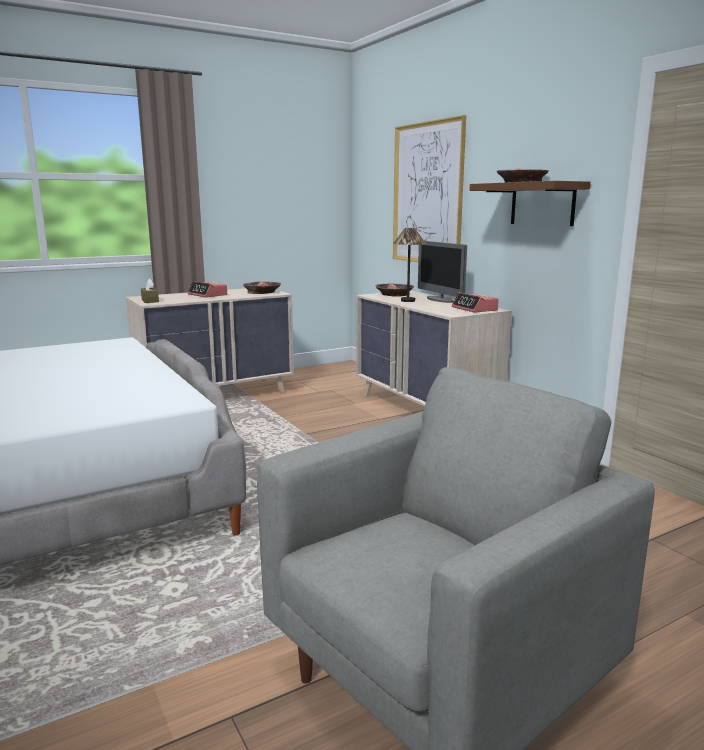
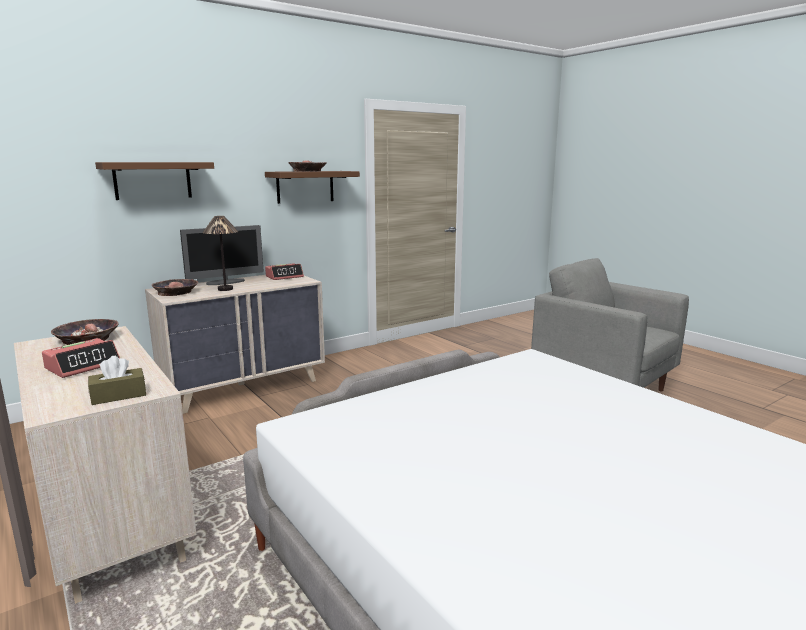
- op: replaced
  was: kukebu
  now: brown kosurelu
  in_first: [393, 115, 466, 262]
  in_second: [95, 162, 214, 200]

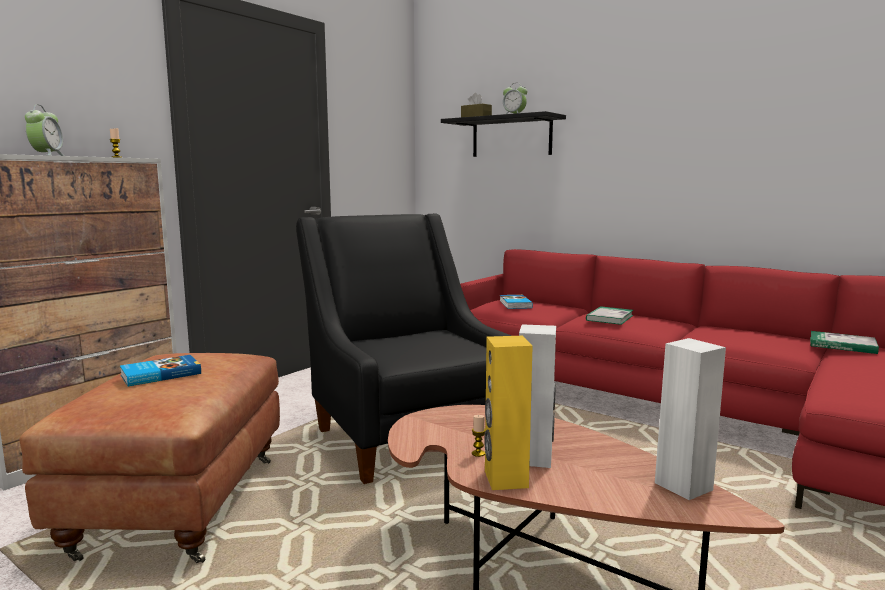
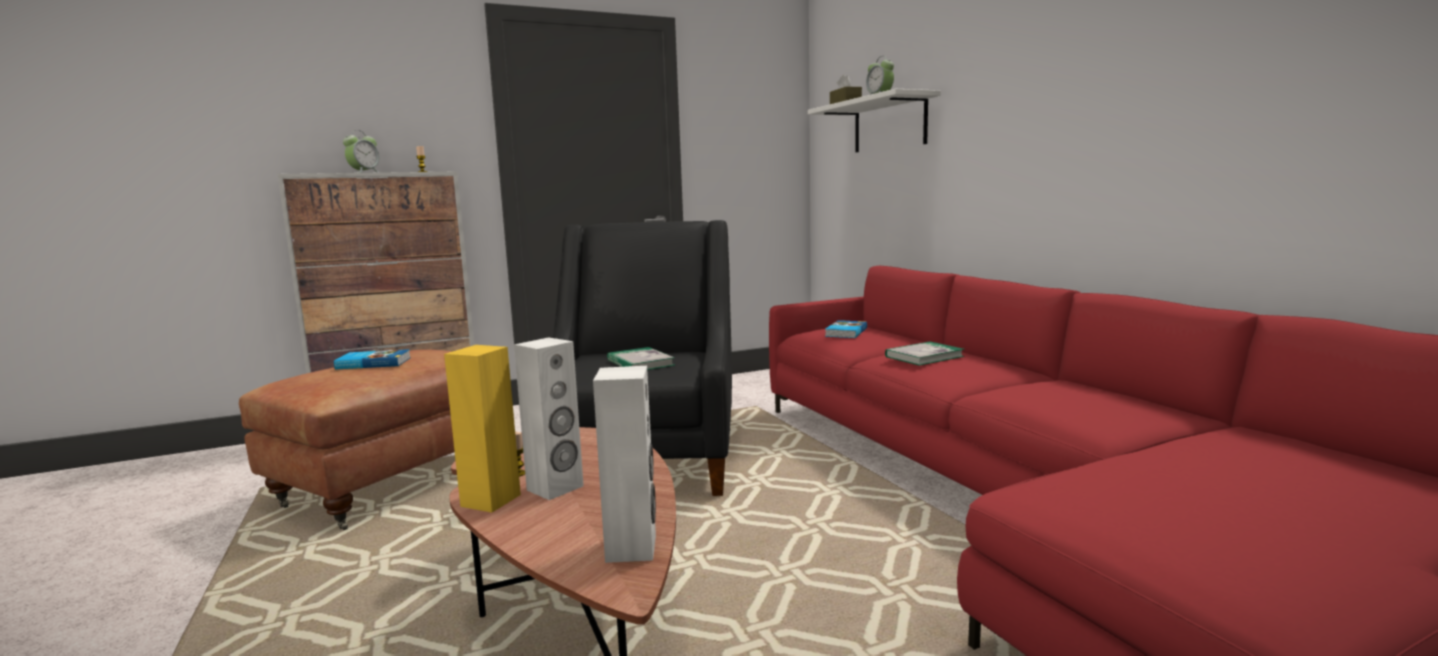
- op: moved
  was: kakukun
  in_first: [810, 331, 879, 354]
  in_second: [607, 347, 675, 370]
- op: recoloured
  was: black kosurelu
  now: white kosurelu
  in_first: [441, 111, 566, 157]
  in_second: [808, 89, 941, 152]

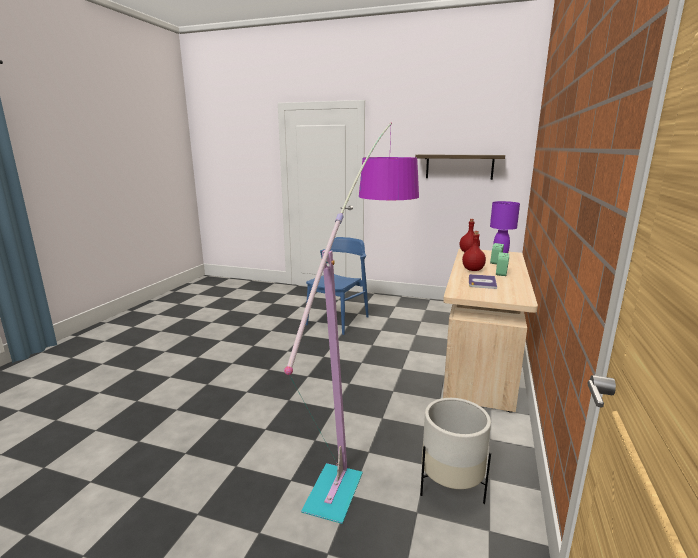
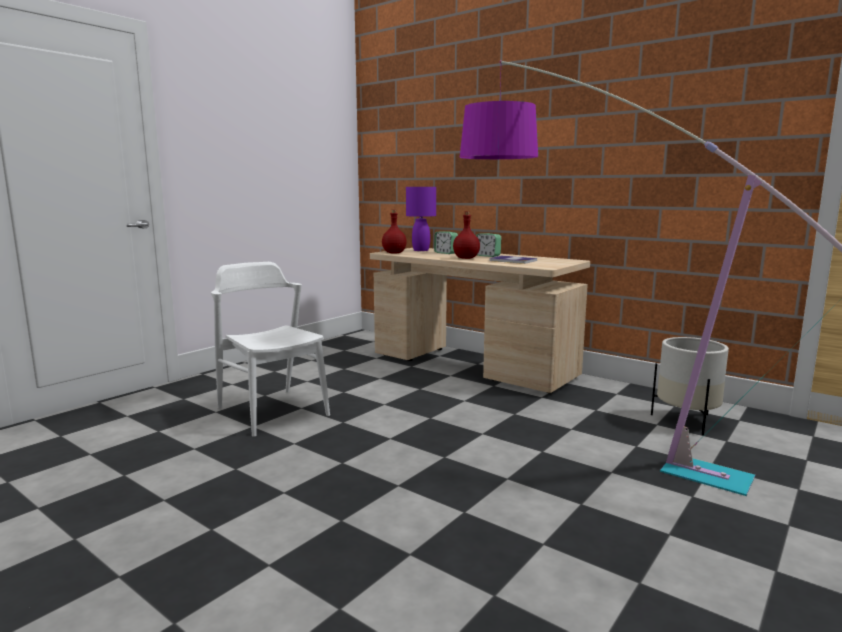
- op: removed
  was: kosurelu
  in_first: [415, 154, 505, 180]
- op: recoloured
  was: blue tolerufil
  now: white tolerufil
  in_first: [306, 237, 369, 335]
  in_second: [211, 262, 330, 437]

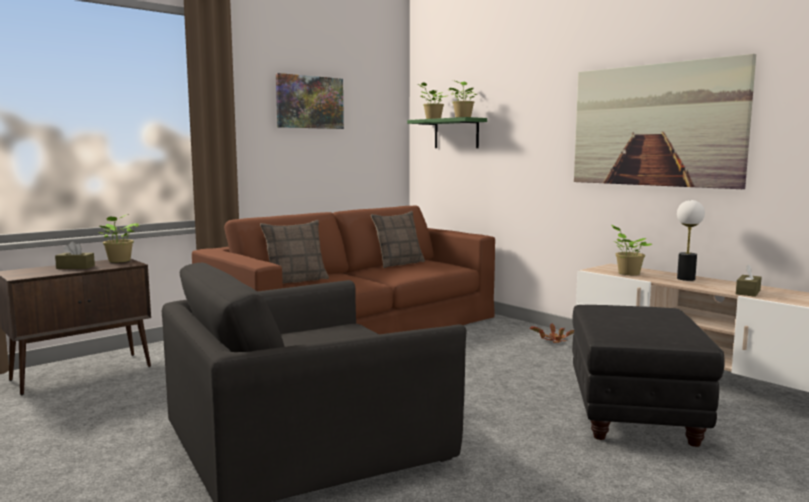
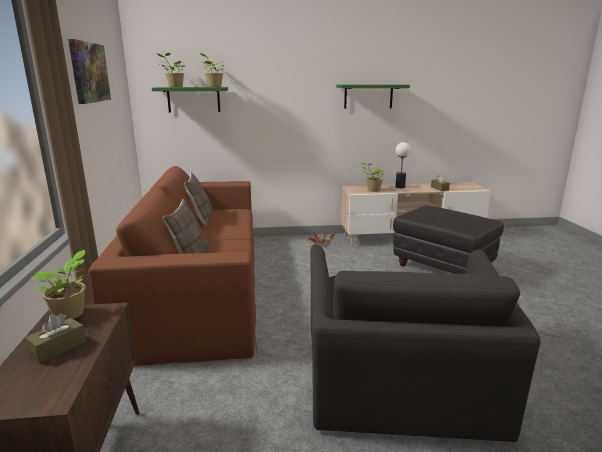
- op: replaced
  was: kukebu
  now: green kosurelu
  in_first: [574, 54, 756, 189]
  in_second: [336, 84, 410, 109]

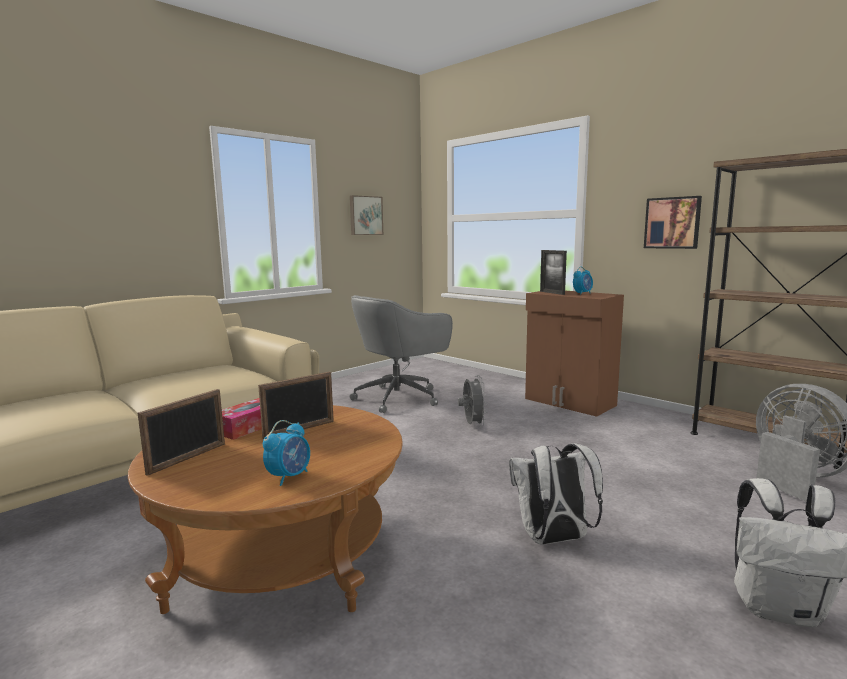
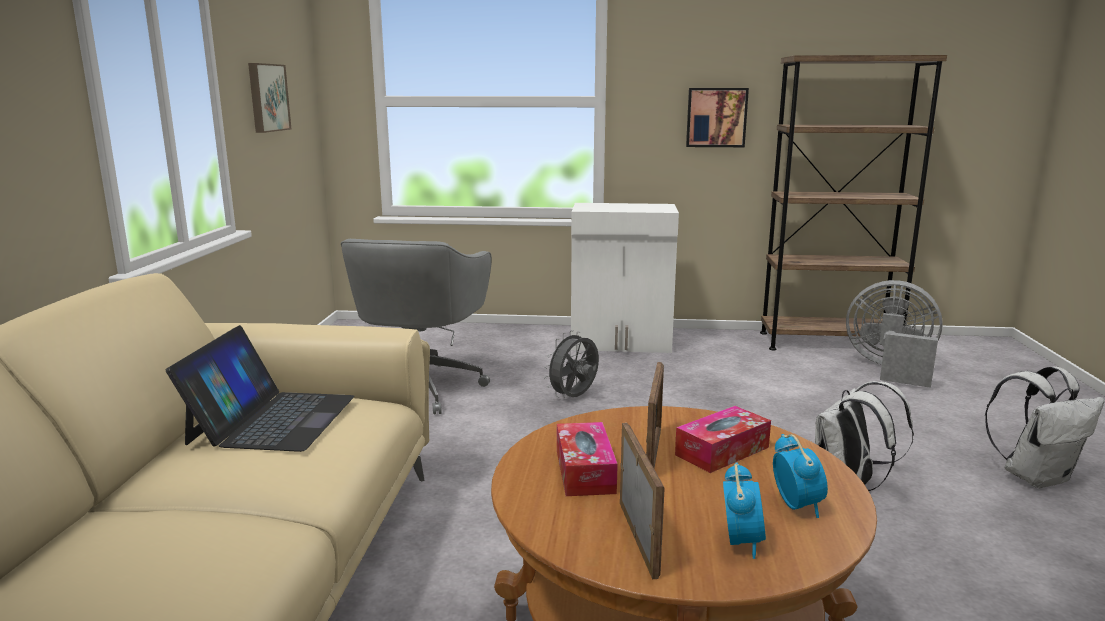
- op: removed
  was: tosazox
  in_first: [540, 250, 567, 295]
- op: added
  now: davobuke
  in_second: [166, 325, 354, 452]
- op: added
  now: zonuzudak
  in_second: [675, 406, 771, 473]
- op: moved
  was: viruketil
  in_first: [573, 267, 593, 295]
  in_second: [723, 462, 766, 559]
- op: recoloured
  was: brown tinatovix
  now: white tinatovix
  in_first: [525, 291, 624, 417]
  in_second: [571, 203, 679, 353]
- op: turned
  was: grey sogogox
  in_first: [458, 375, 487, 427]
  in_second: [544, 330, 599, 398]
  clockwise: -90

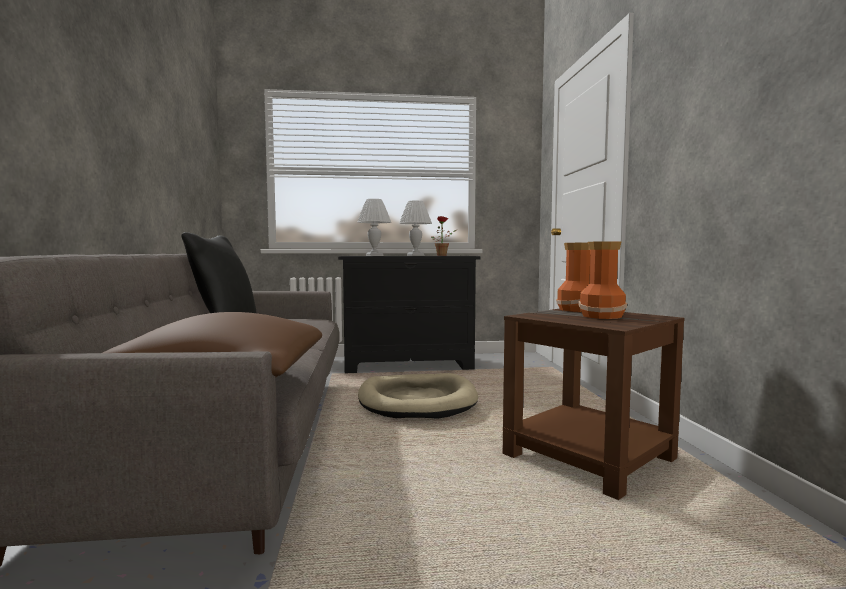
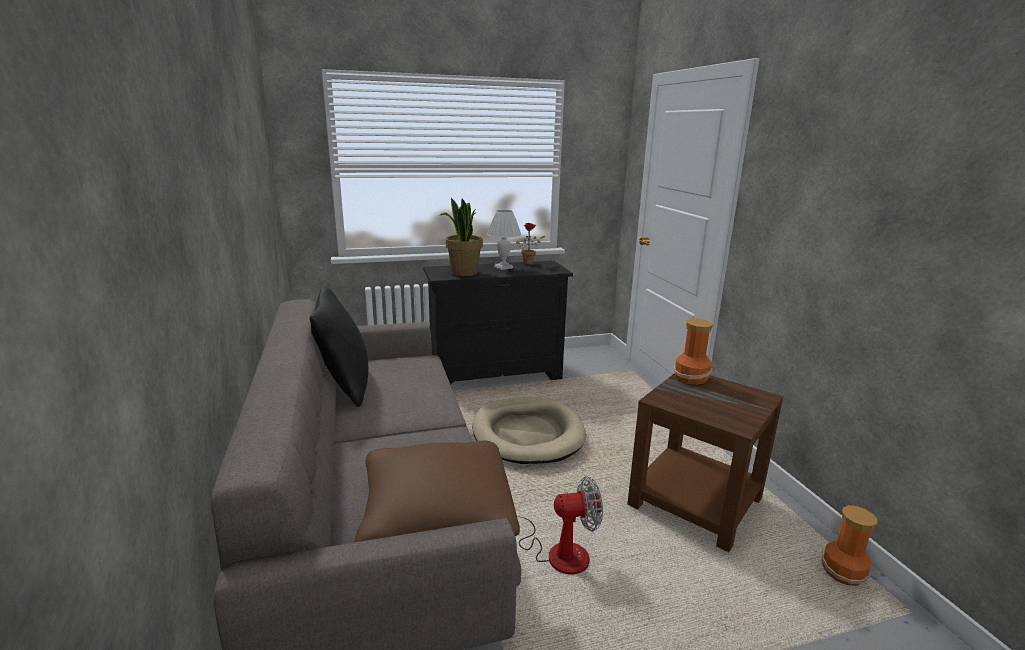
- op: added
  now: sogogox
  in_second: [517, 477, 603, 575]
- op: moved
  was: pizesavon
  in_first: [578, 241, 627, 319]
  in_second: [821, 506, 878, 586]
- op: replaced
  was: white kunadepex
  now: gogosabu
  in_first: [358, 199, 391, 256]
  in_second: [439, 198, 483, 276]

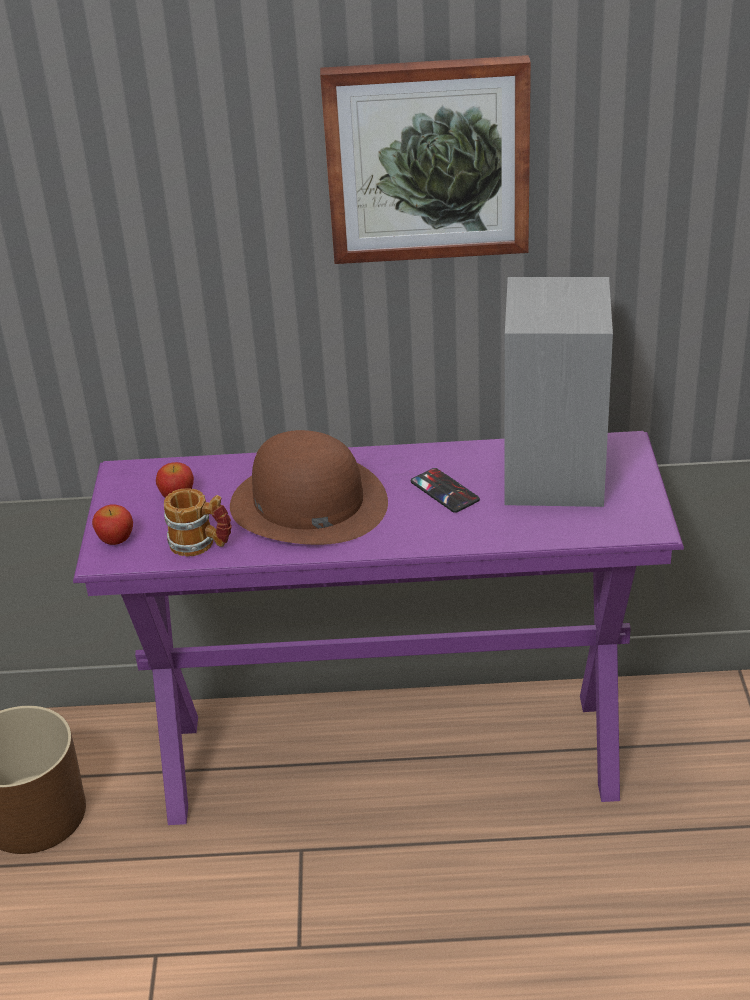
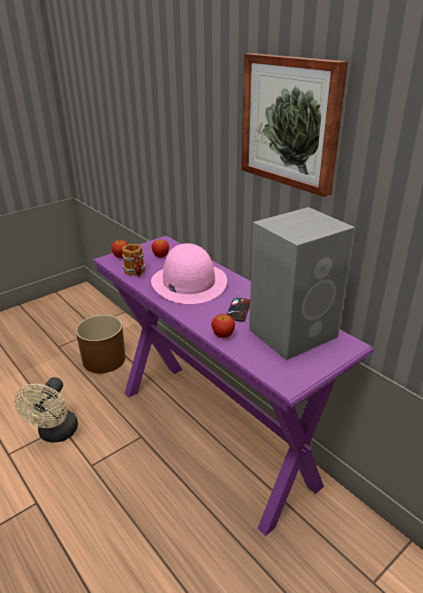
- op: added
  now: beige sogogox
  in_second: [14, 377, 78, 443]
- op: added
  now: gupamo
  in_second: [211, 314, 235, 338]
- op: recoloured
  was: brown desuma
  now: pink desuma
  in_first: [230, 430, 388, 545]
  in_second: [151, 243, 227, 304]

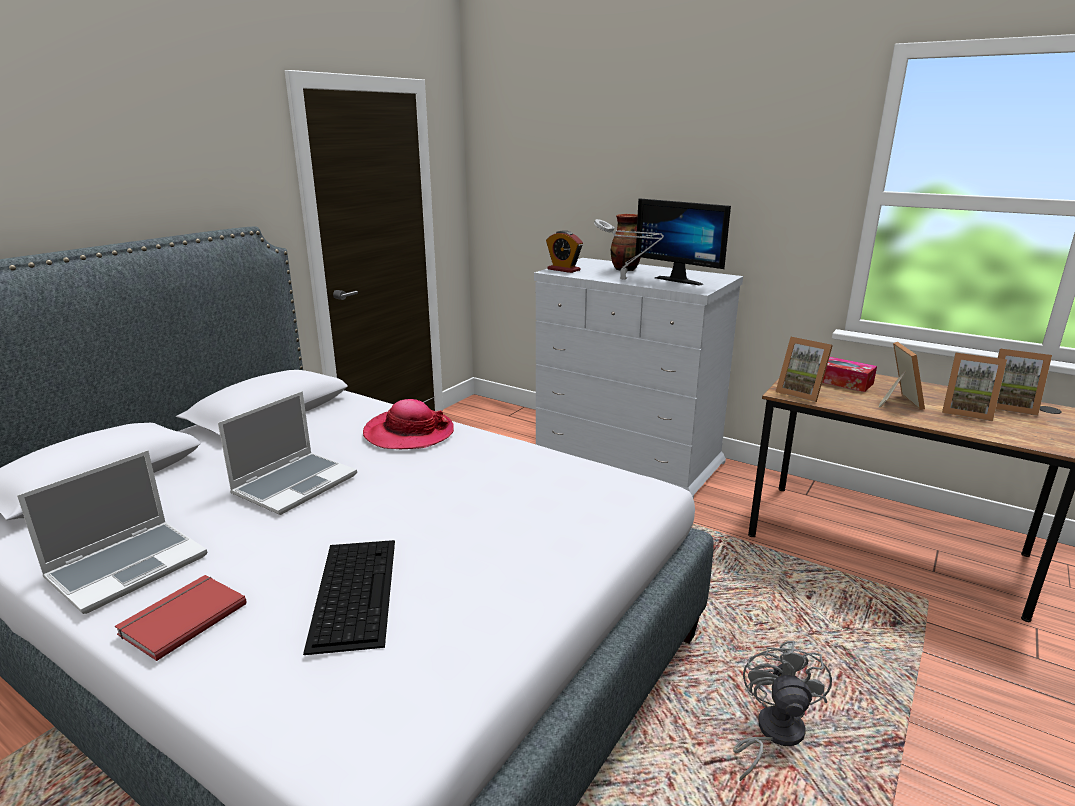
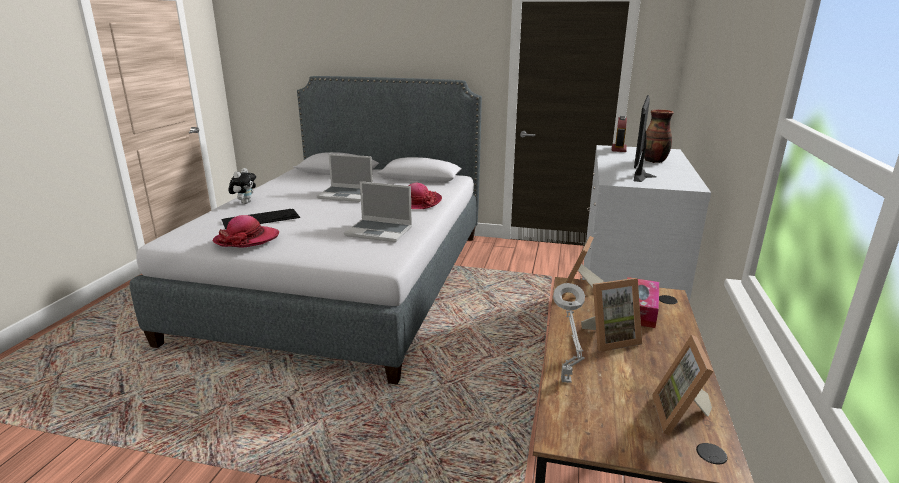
- op: removed
  was: grey sogogox
  in_first: [733, 641, 832, 781]
- op: removed
  was: tosazox
  in_first: [942, 353, 1007, 421]
- op: added
  now: desuma
  in_second: [212, 215, 279, 248]
- op: moved
  was: davobuke
  in_first: [17, 450, 208, 614]
  in_second: [344, 181, 412, 242]
- op: moved
  was: grey kunadepex
  in_first: [594, 219, 664, 280]
  in_second: [553, 283, 585, 383]
- op: replaced
  was: red kakukun
  now: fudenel
  in_first: [115, 575, 247, 661]
  in_second: [228, 168, 256, 204]

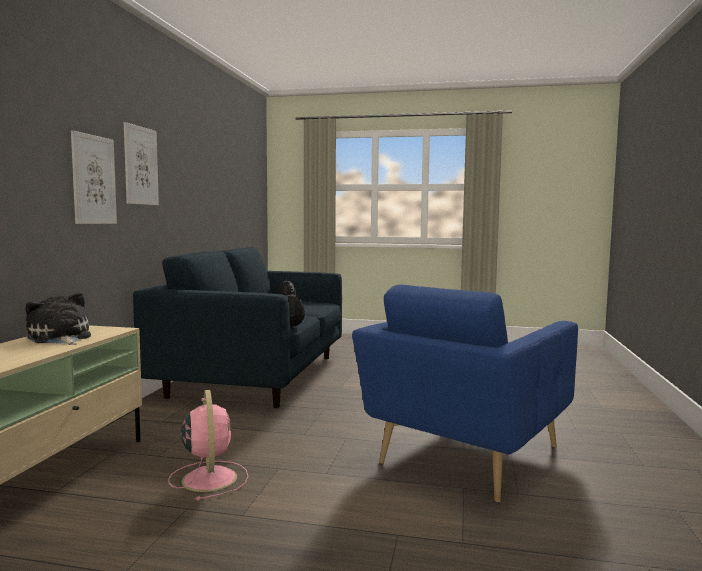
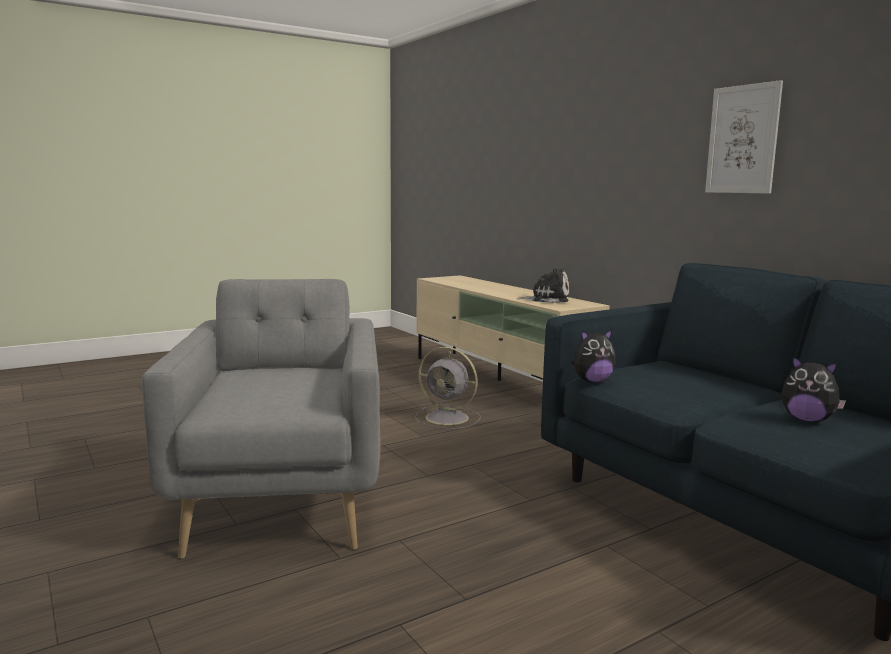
- op: removed
  was: kukebu
  in_first: [71, 130, 117, 224]
- op: recoloured
  was: pink sogogox
  now: grey sogogox
  in_first: [168, 390, 248, 501]
  in_second: [415, 347, 481, 429]
- op: recoloured
  was: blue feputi
  now: grey feputi
  in_first: [352, 285, 578, 503]
  in_second: [142, 279, 381, 559]

